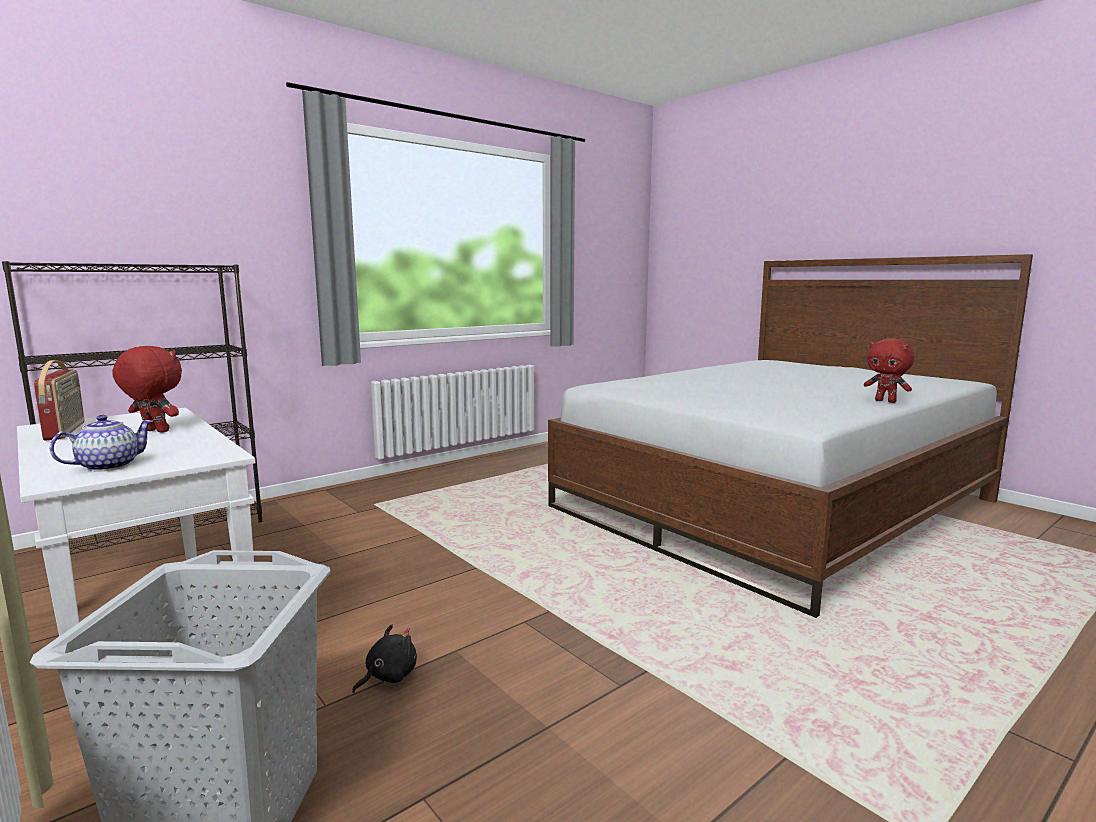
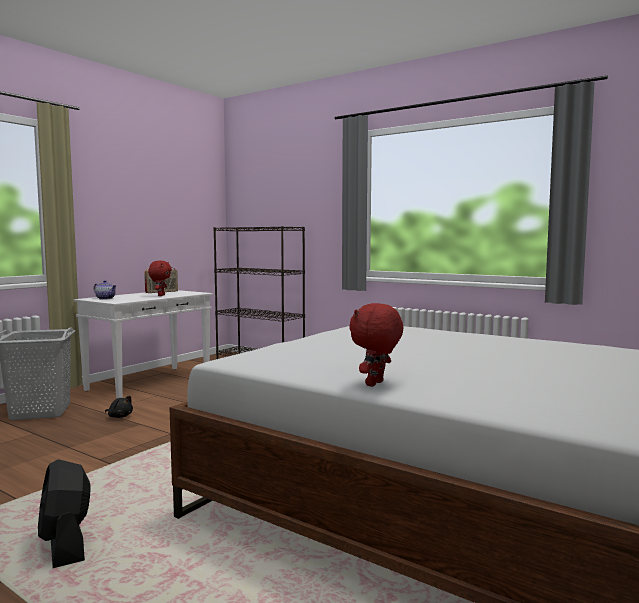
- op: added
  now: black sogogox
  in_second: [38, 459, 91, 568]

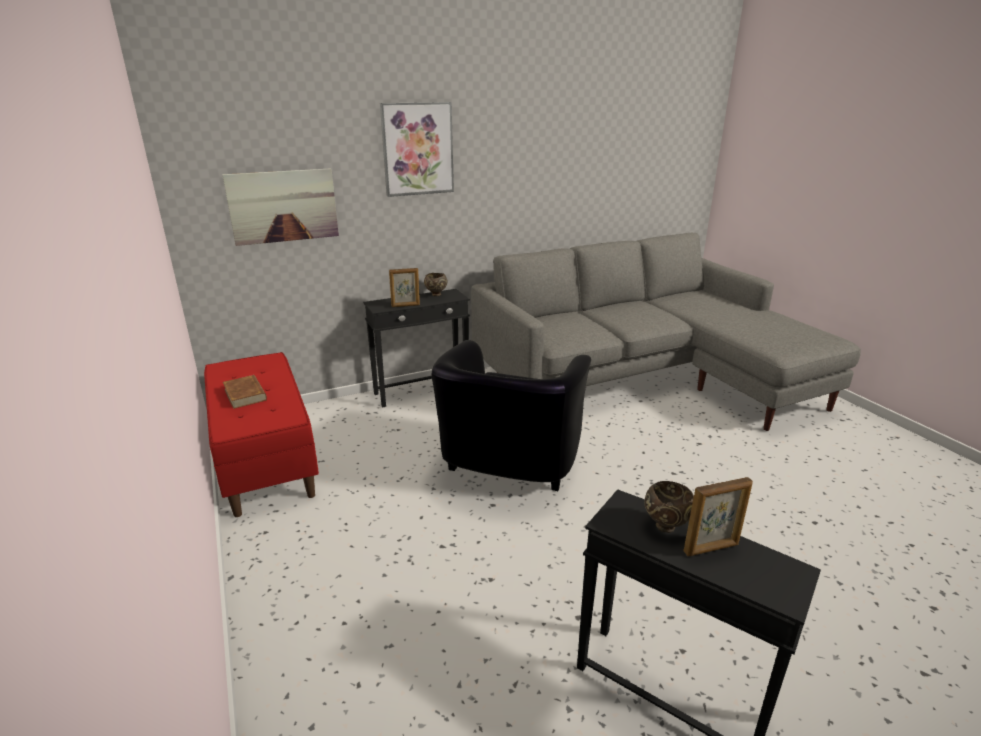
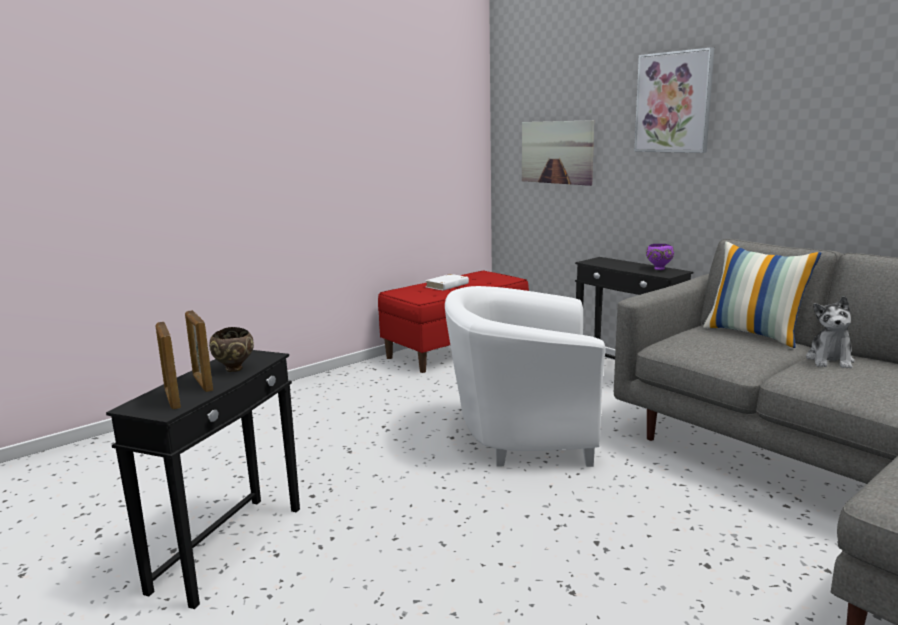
- op: added
  now: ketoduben
  in_second: [703, 242, 821, 348]
- op: added
  now: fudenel
  in_second: [806, 296, 855, 368]
- op: moved
  was: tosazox
  in_first: [389, 268, 420, 307]
  in_second: [156, 322, 181, 409]
- op: recoloured
  was: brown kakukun
  now: white kakukun
  in_first: [223, 375, 267, 409]
  in_second: [425, 274, 469, 291]
- op: recoloured
  was: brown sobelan
  now: purple sobelan
  in_first: [424, 273, 447, 296]
  in_second: [646, 244, 674, 270]
- op: recoloured
  was: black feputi
  now: white feputi
  in_first: [431, 340, 591, 491]
  in_second: [445, 286, 605, 467]

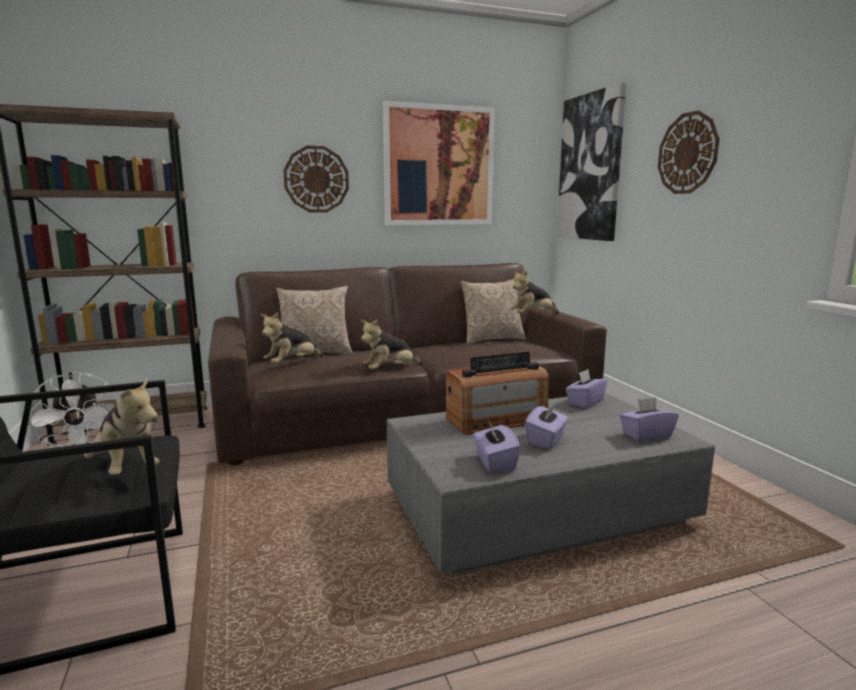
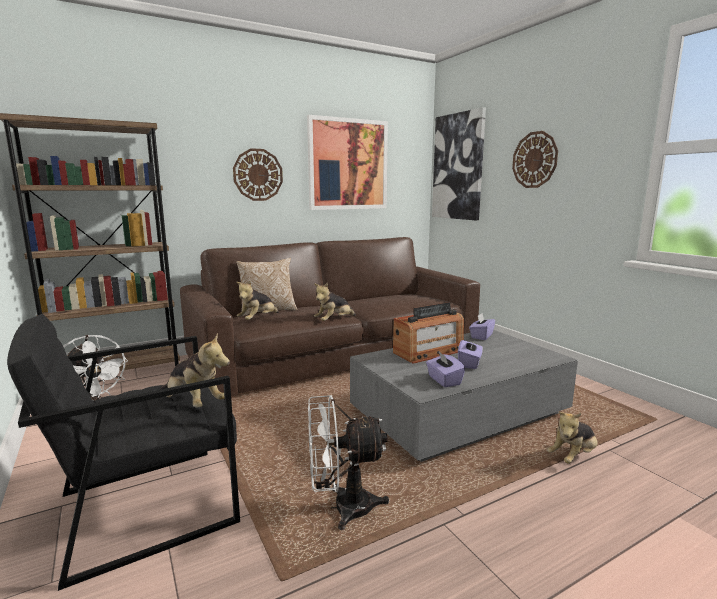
- op: removed
  was: ketoduben
  in_first: [461, 279, 526, 344]
- op: removed
  was: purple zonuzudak
  in_first: [620, 397, 679, 441]
- op: added
  now: white sogogox
  in_second: [308, 395, 389, 530]
- op: moved
  was: fudenel
  in_first: [510, 270, 559, 314]
  in_second: [547, 412, 598, 464]

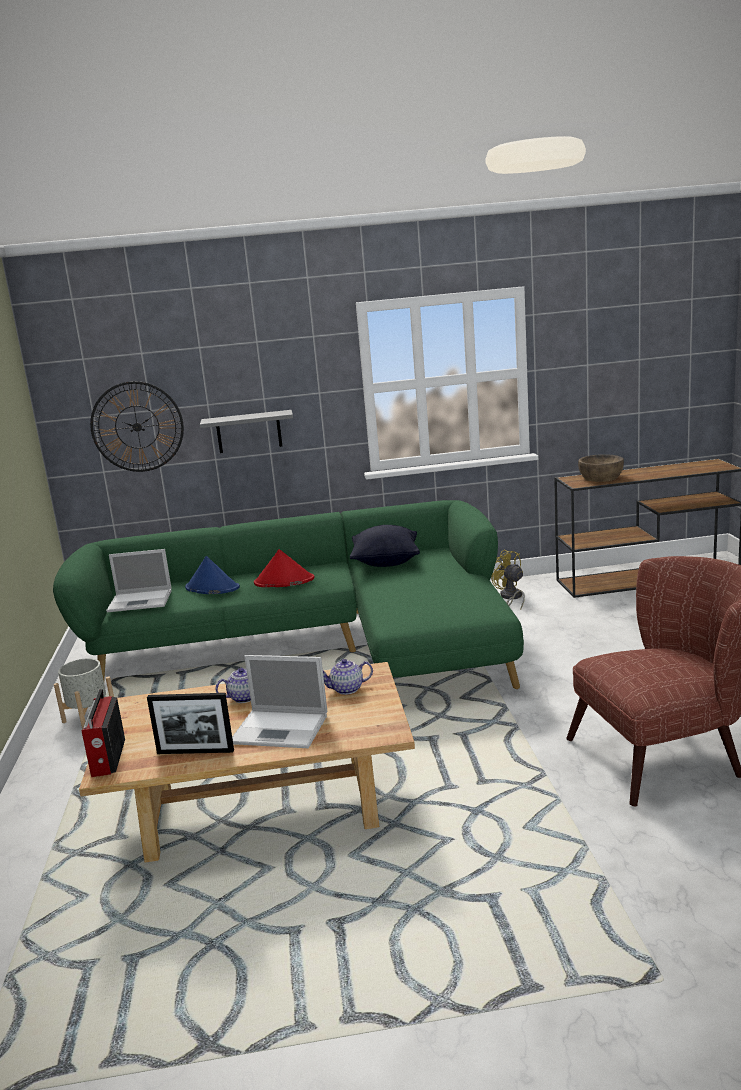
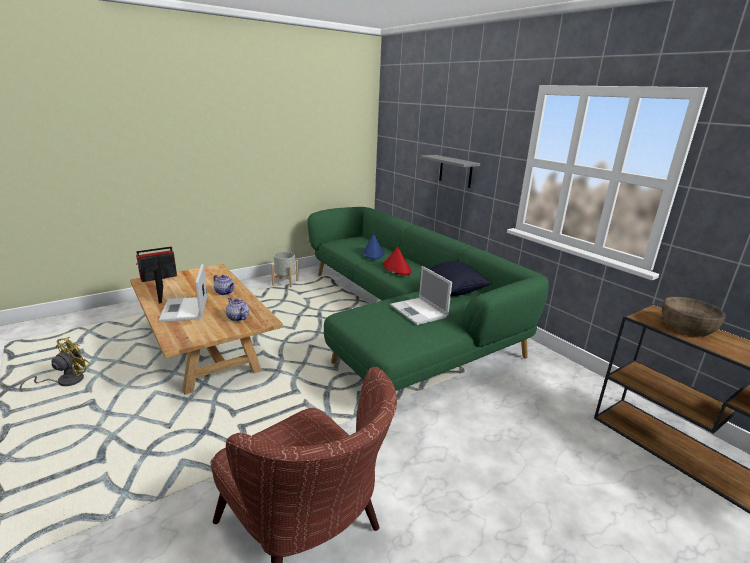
- op: removed
  was: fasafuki
  in_first: [90, 381, 184, 472]
- op: moved
  was: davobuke
  in_first: [106, 549, 171, 612]
  in_second: [390, 266, 452, 325]
- op: moved
  was: yellow sogogox
  in_first: [491, 550, 525, 610]
  in_second: [20, 337, 90, 392]

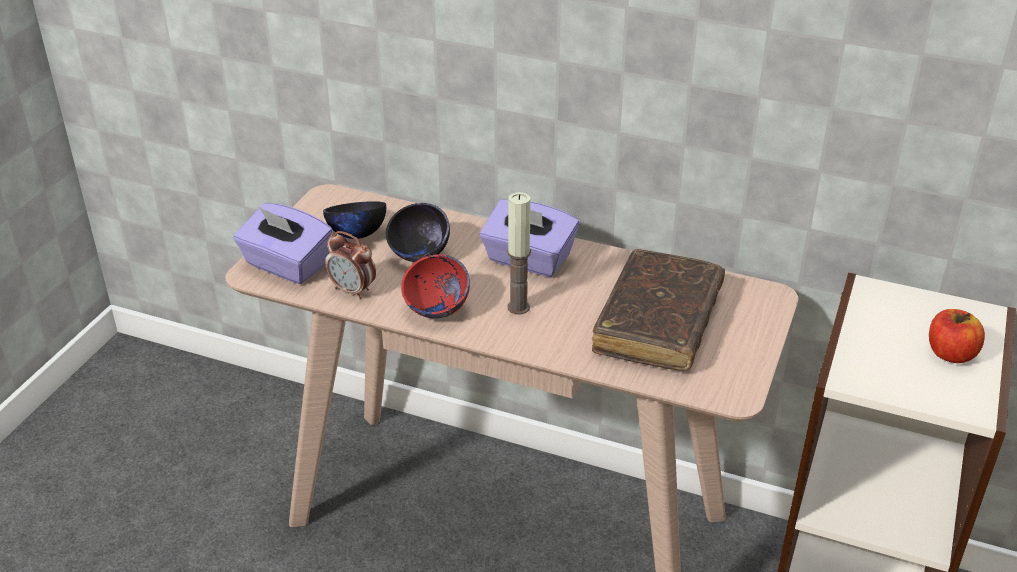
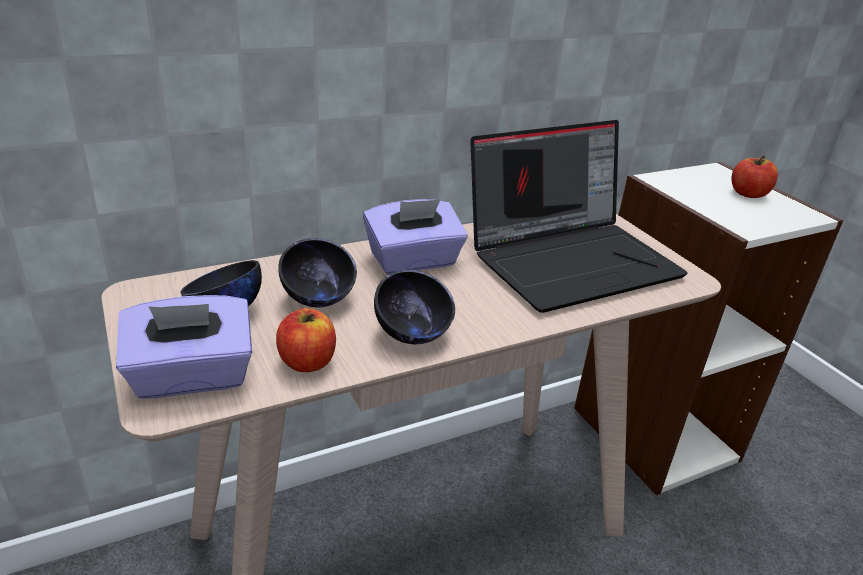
- op: removed
  was: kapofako
  in_first: [507, 192, 531, 315]
- op: replaced
  was: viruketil
  now: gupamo
  in_first: [325, 231, 376, 299]
  in_second: [276, 308, 336, 372]
- op: replaced
  was: brown kakukun
  now: davobuke
  in_first: [592, 249, 725, 371]
  in_second: [470, 120, 688, 313]
- op: recoloured
  was: red sobelan
  now: black sobelan
  in_first: [401, 254, 470, 319]
  in_second: [374, 270, 455, 344]

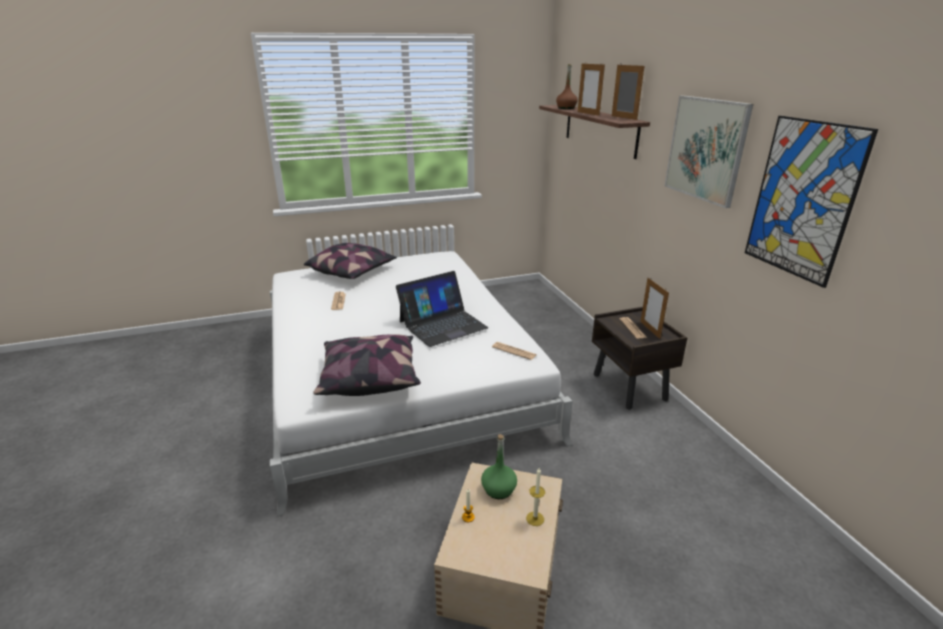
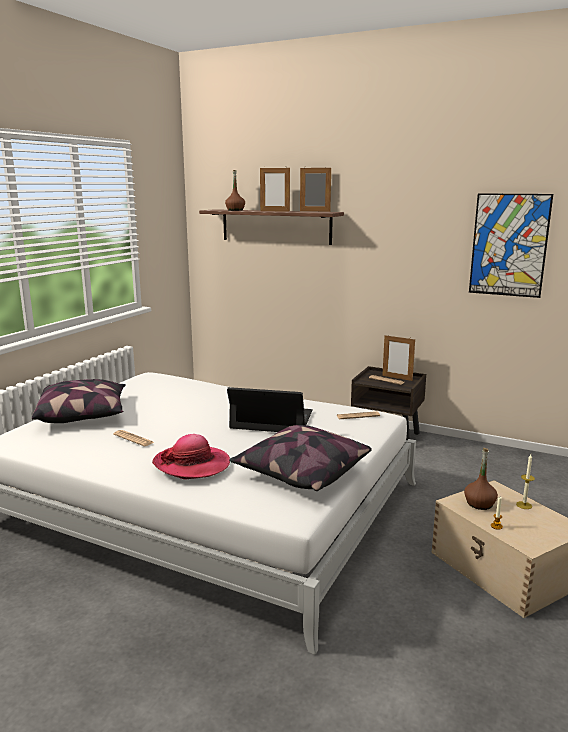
- op: removed
  was: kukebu
  in_first: [665, 95, 753, 208]
- op: added
  now: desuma
  in_second: [152, 434, 230, 480]
- op: recoloured
  was: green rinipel
  now: brown rinipel
  in_first: [481, 434, 517, 499]
  in_second: [464, 448, 498, 510]
- op: turned
  was: davobuke
  in_first: [396, 271, 488, 347]
  in_second: [227, 387, 312, 432]
  clockwise: -90

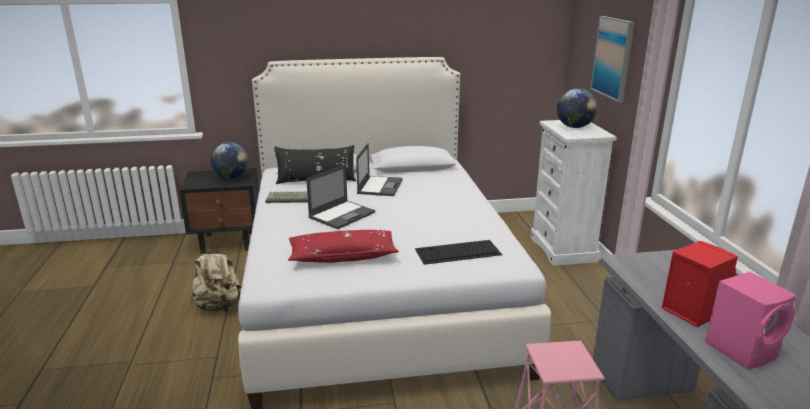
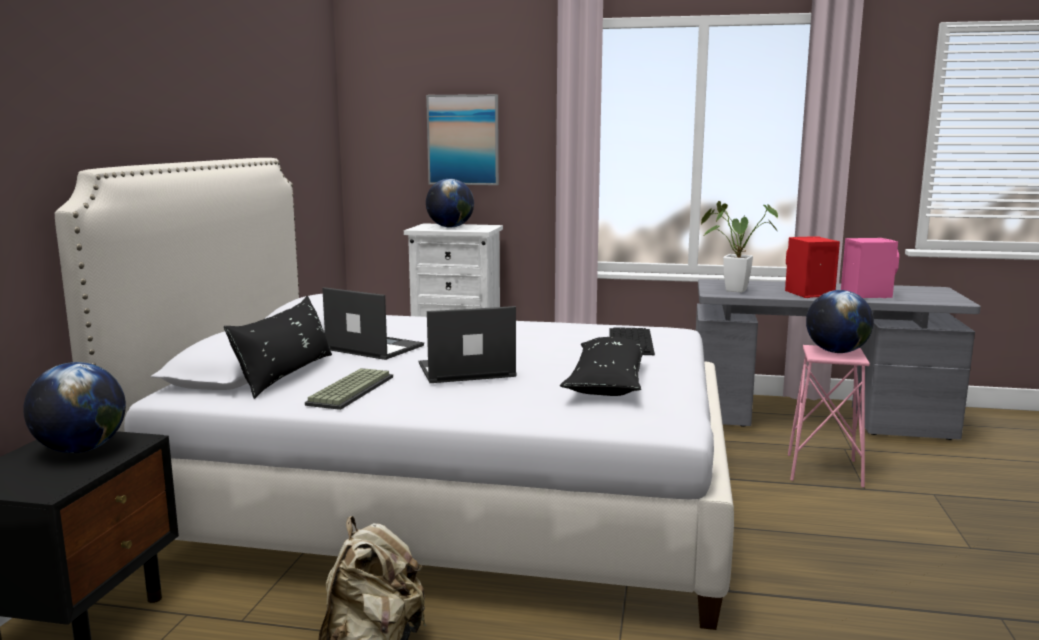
- op: added
  now: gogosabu
  in_second: [701, 201, 779, 293]
- op: added
  now: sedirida
  in_second: [806, 290, 874, 353]
- op: recoloured
  was: red ketoduben
  now: black ketoduben
  in_first: [288, 230, 399, 263]
  in_second: [560, 337, 647, 396]
- op: turned
  was: davobuke
  in_first: [306, 164, 375, 229]
  in_second: [419, 306, 517, 383]
  clockwise: -75

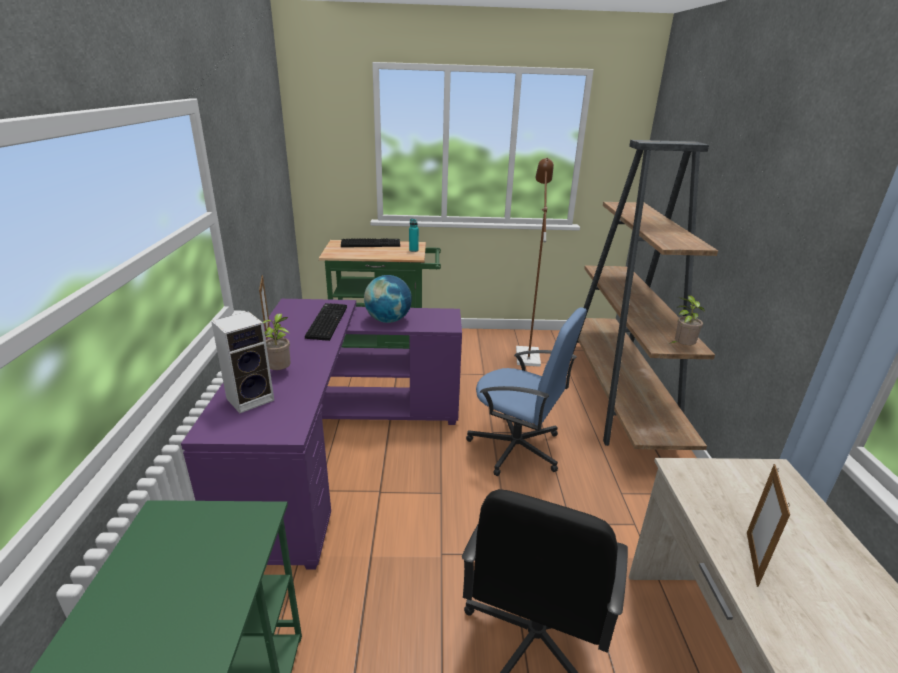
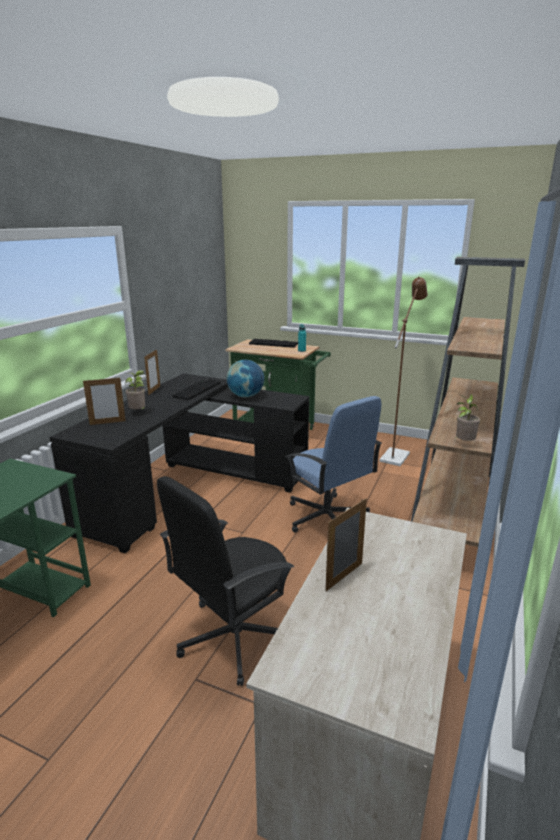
- op: replaced
  was: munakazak
  now: tosazox
  in_first: [211, 311, 274, 413]
  in_second: [83, 378, 126, 425]
- op: recoloured
  was: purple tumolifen
  now: black tumolifen
  in_first: [181, 299, 462, 570]
  in_second: [50, 374, 309, 553]

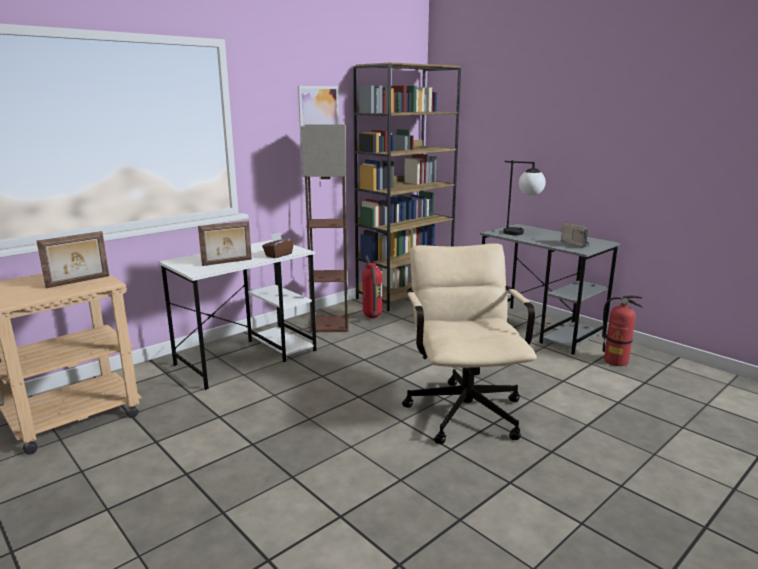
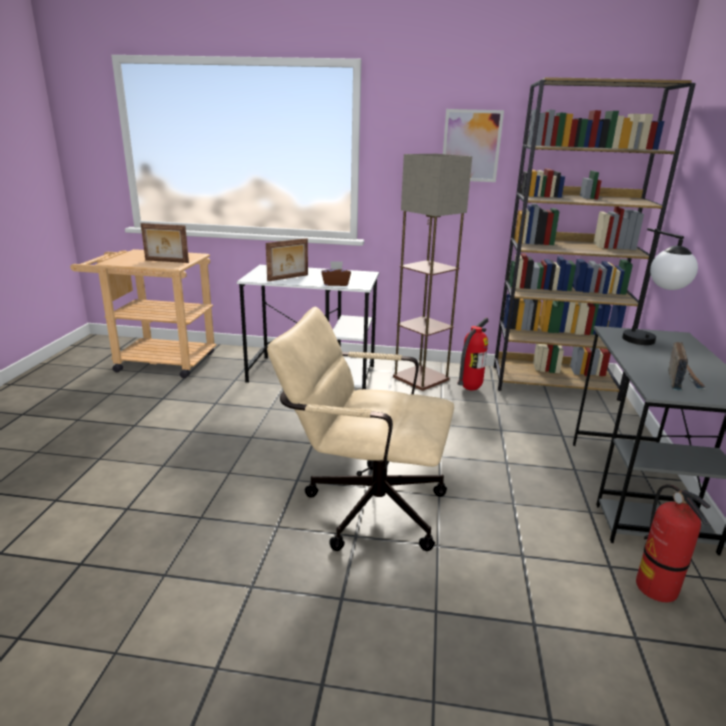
- op: turned
  was: tosazox
  in_first: [198, 221, 252, 266]
  in_second: [266, 238, 308, 281]
  clockwise: -60
- op: turned
  was: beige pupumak
  in_first: [402, 243, 537, 444]
  in_second: [267, 307, 454, 551]
  clockwise: -120

